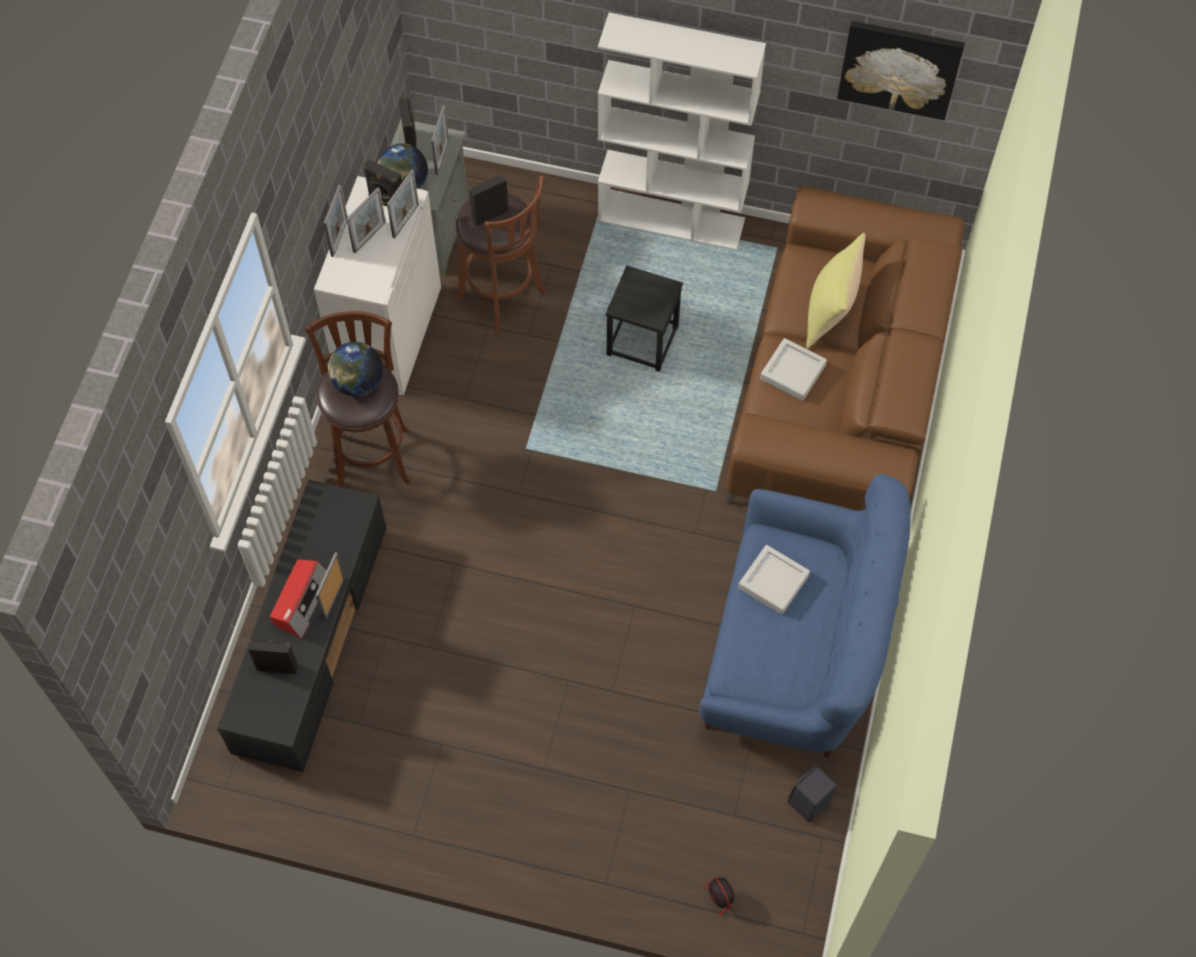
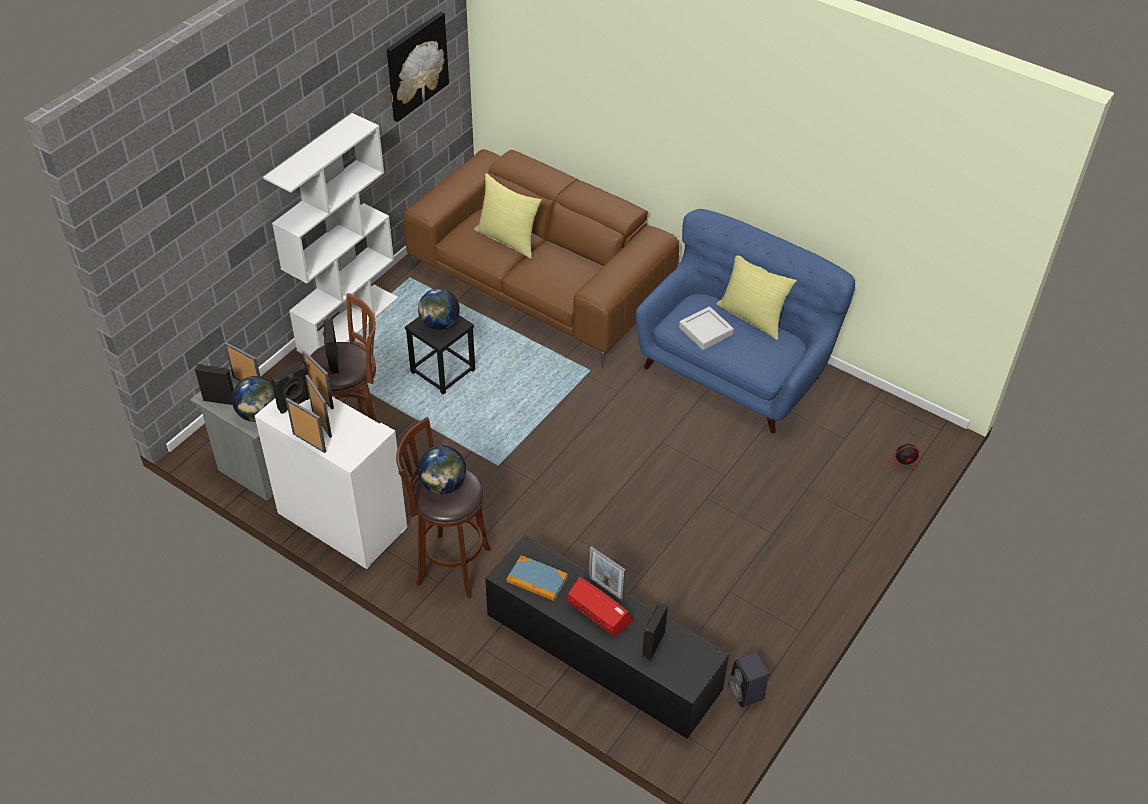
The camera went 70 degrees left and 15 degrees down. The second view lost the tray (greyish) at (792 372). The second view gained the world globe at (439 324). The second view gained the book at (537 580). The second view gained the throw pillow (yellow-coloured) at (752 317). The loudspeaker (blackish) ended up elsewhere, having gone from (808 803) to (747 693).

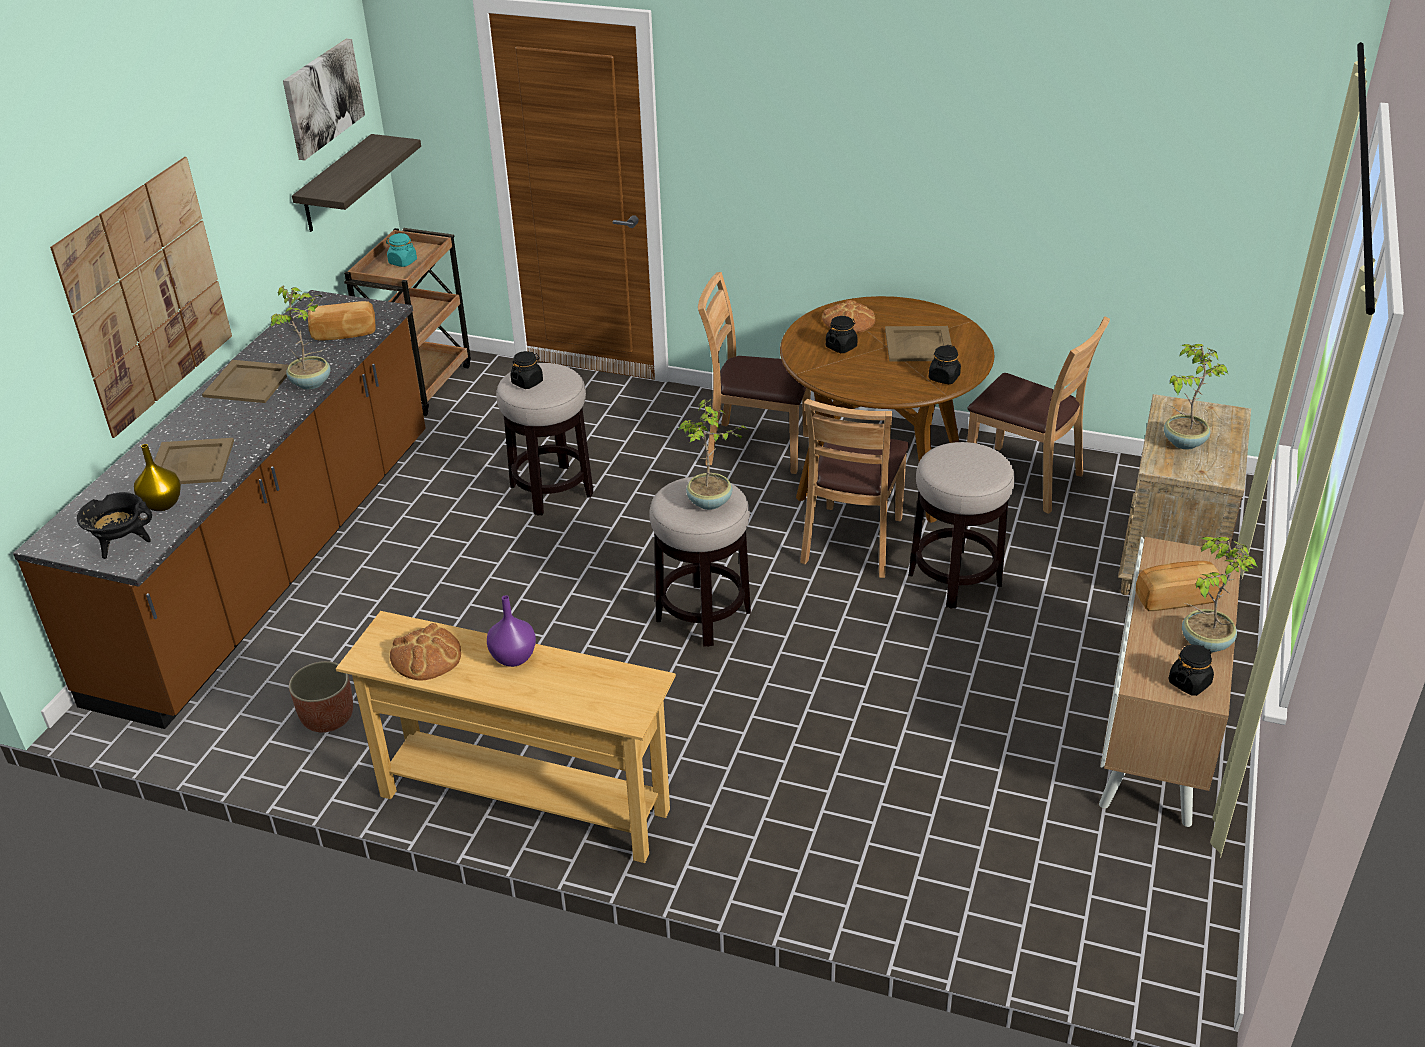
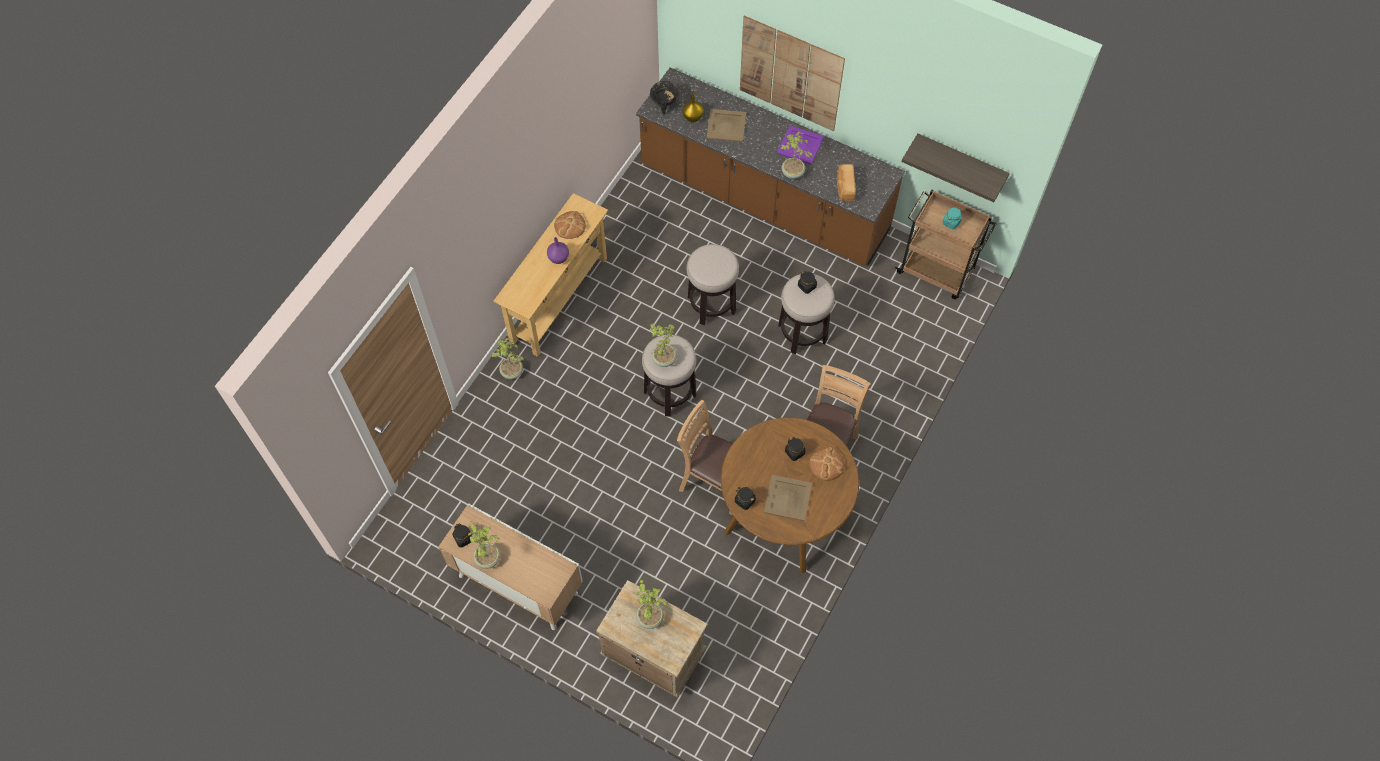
The camera went 100 degrees right and 25 degrees up. The second view lost the wall picture at (322 98). The second view lost the flower pot at (328 718). The second view lost the chair (brown) at (1024 479). The second view lost the bread at (1175 597). The second view gained the plant in a pot at (511 372). The stool seat ended up elsewhere, having gone from (955 578) to (711 304). What was the tray (sand-coloured) at (248 382) turned into the tray (purple-coloured) at (800 145).

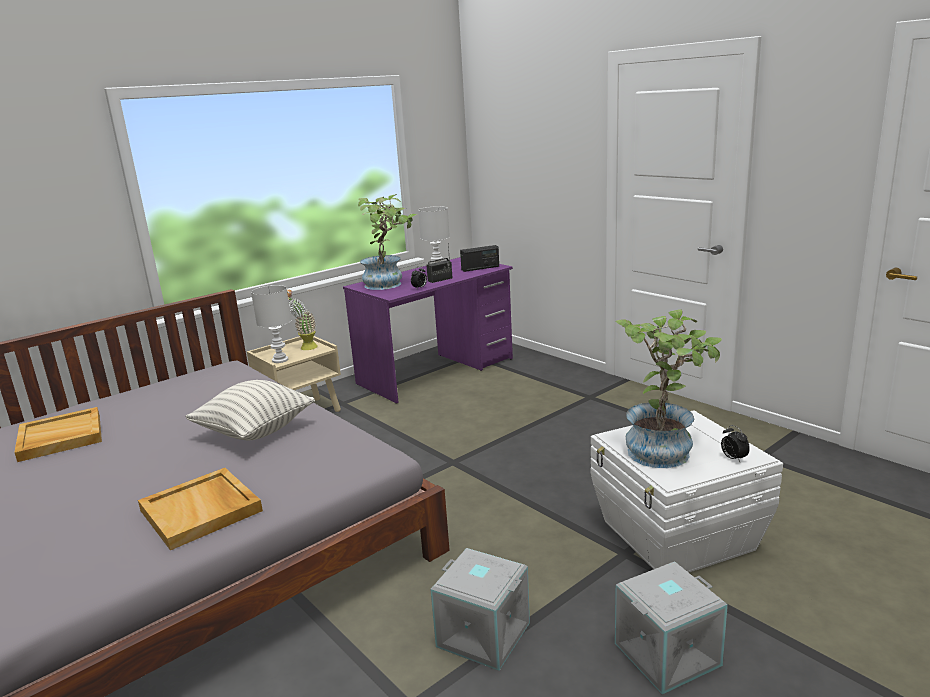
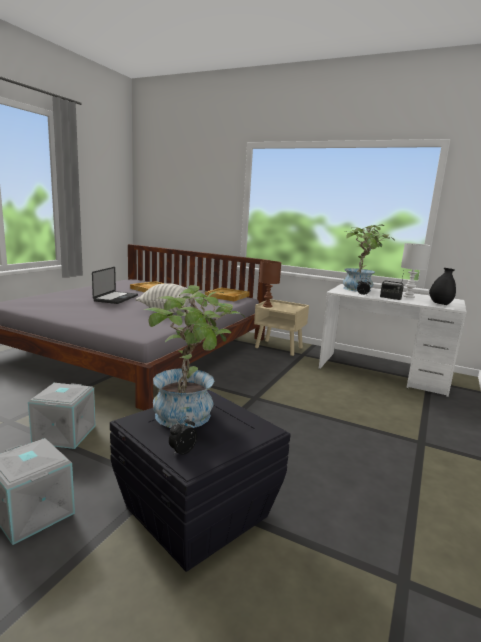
The camera went 65 degrees right and 5 degrees down. The second view lost the plant in a pot at (304 348). The second view gained the portable computer at (116 298). The tray (sand-coloured) ended up elsewhere, having gone from (202 511) to (227 296). Where the radio stood at (480 268), the decorative vase (blackish) came to stand at (440 304). What was the lamp for a table (white) at (280 360) turned into the lamp for a table (brown) at (267 306). What was the desk table (purple-coloured) at (436 371) turned into the desk table (white) at (383 373). What was the storage container (white) at (677 536) turned into the storage container (blackish) at (195 512).

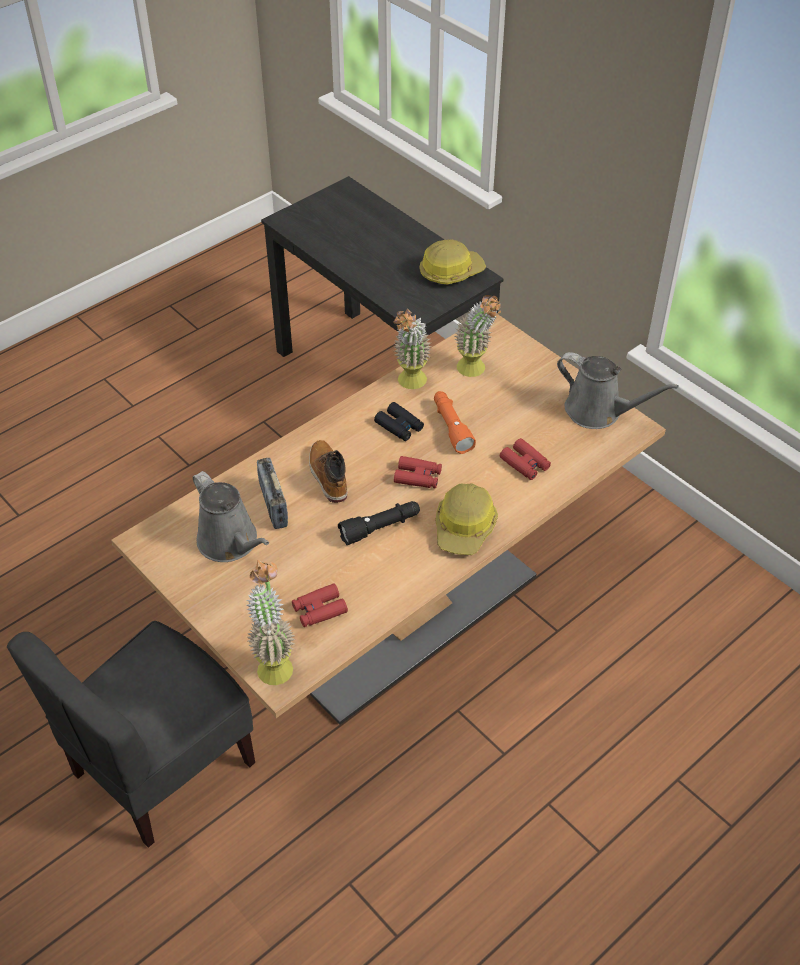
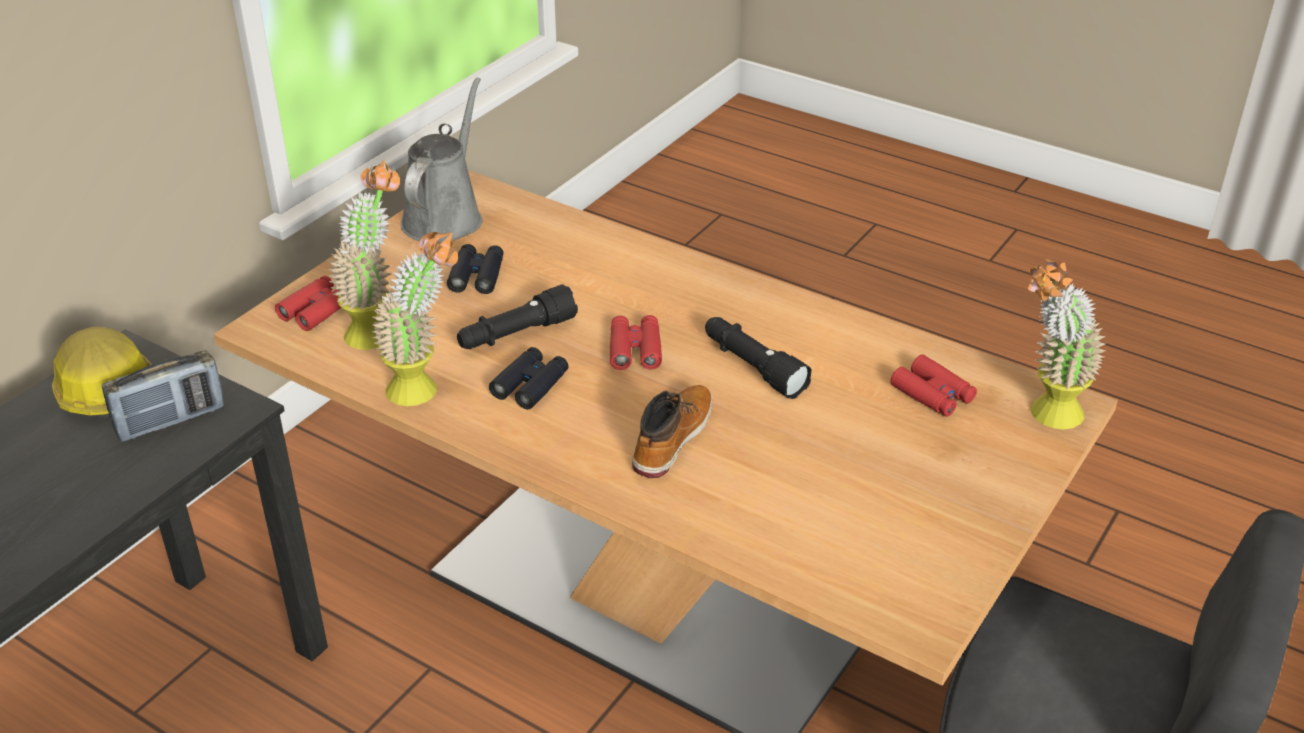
The camera went 105 degrees left and 10 degrees down. The second view lost the watering can (greyish) at (231 543). The second view lost the safety helmet at (465 527). The second view gained the pair of binoculars (blackish) at (477 276). The radio ended up elsewhere, having gone from (273 506) to (171 420). The pair of binoculars (reddish) ended up elsewhere, having gone from (525 464) to (317 310). What was the torch (orange) at (451 427) turned into the torch (blackish) at (516 334). The boot at (328 476) ended up facing another way, 150 degrees clockwise from before.

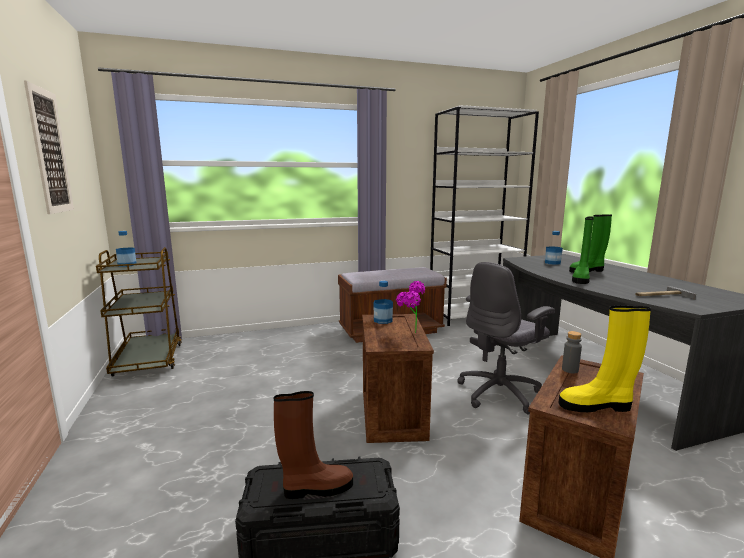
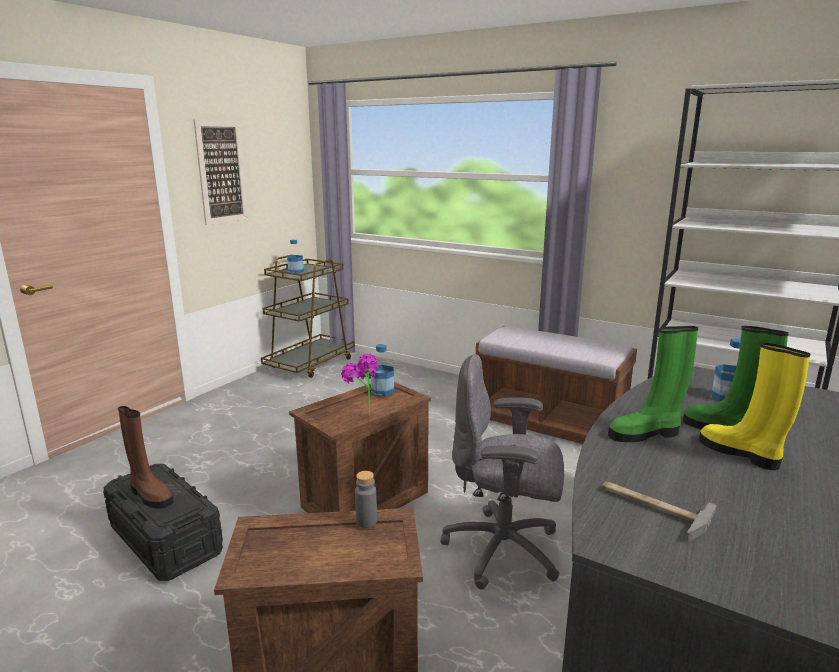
The camera went 50 degrees right and 5 degrees up. The boot (yellow-coloured) ended up elsewhere, having gone from (597 406) to (741 454).

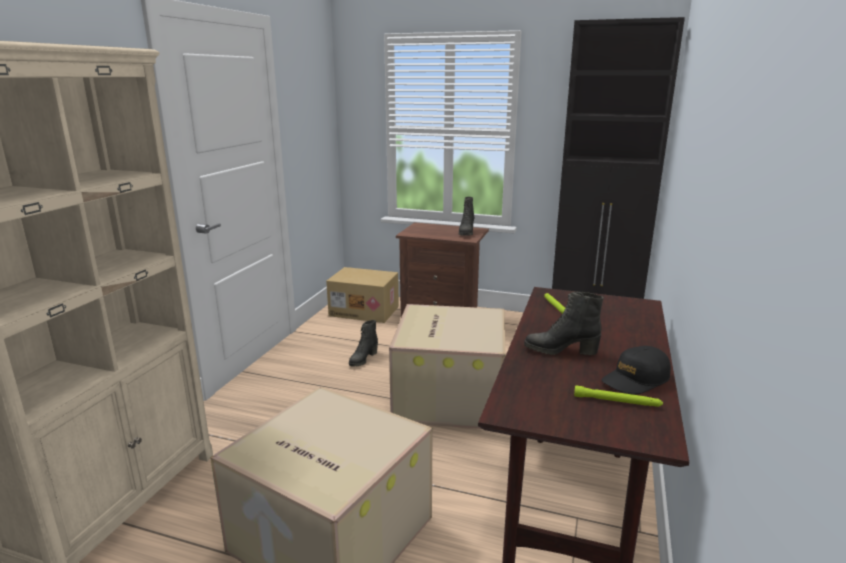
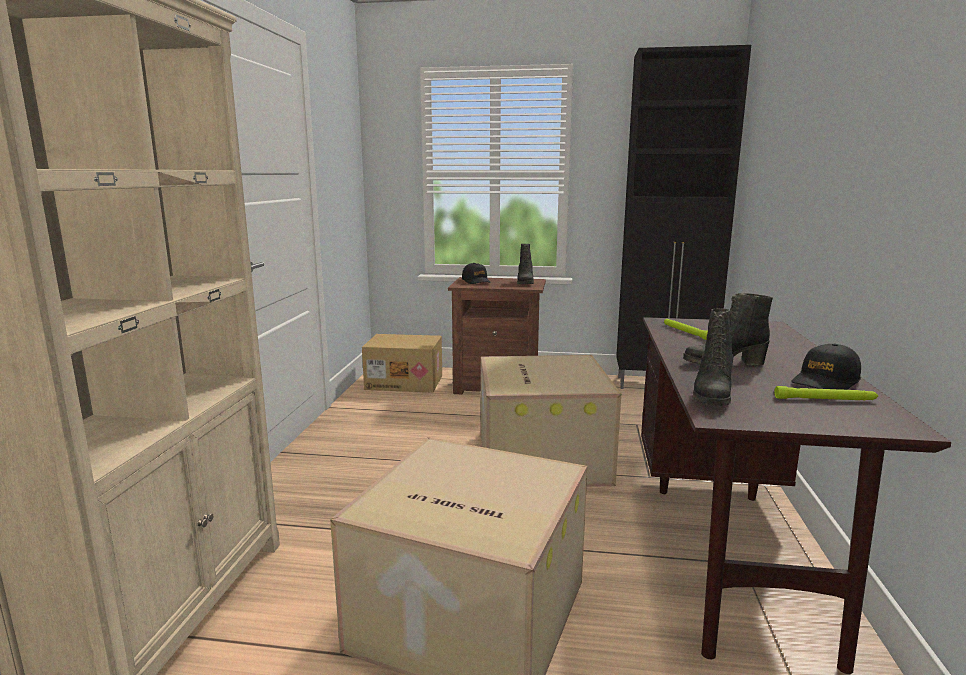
The camera went 10 degrees left and 5 degrees down. The second view gained the peaked cap (blackish) at (476 281). The boot (blackish) ended up elsewhere, having gone from (363 359) to (711 395).

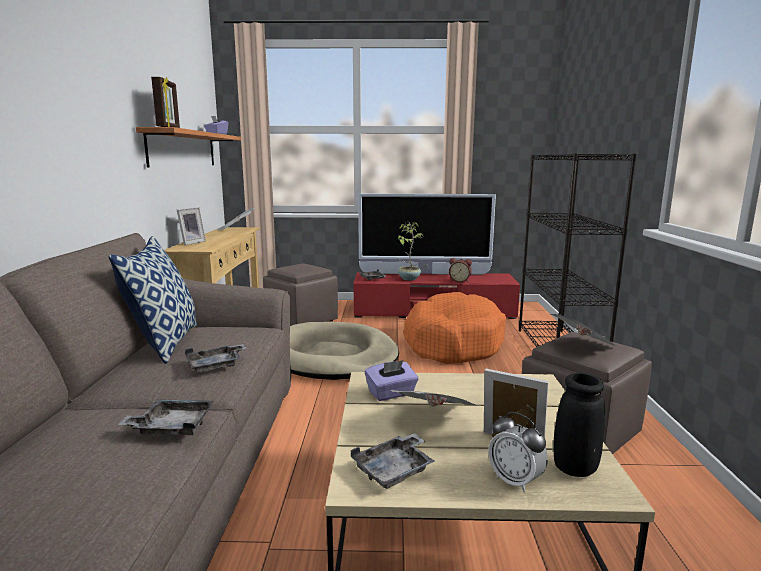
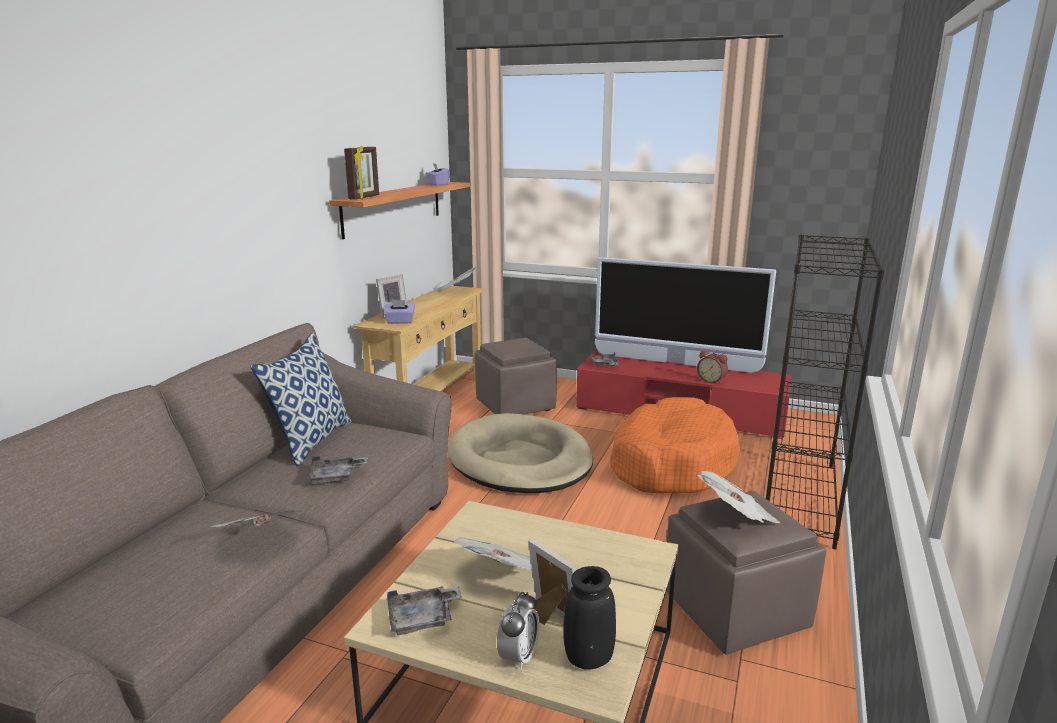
The camera went 20 degrees right and 5 degrees up. The second view lost the plant in a pot at (408 279). The box of tissues (purple-coloured) ended up elsewhere, having gone from (391 394) to (400 322). Where the tray (greyish) stood at (172 427), the daily paper came to stand at (261 538). The alarm clock at (515 481) ended up facing another way, 135 degrees counterclockwise from before.

